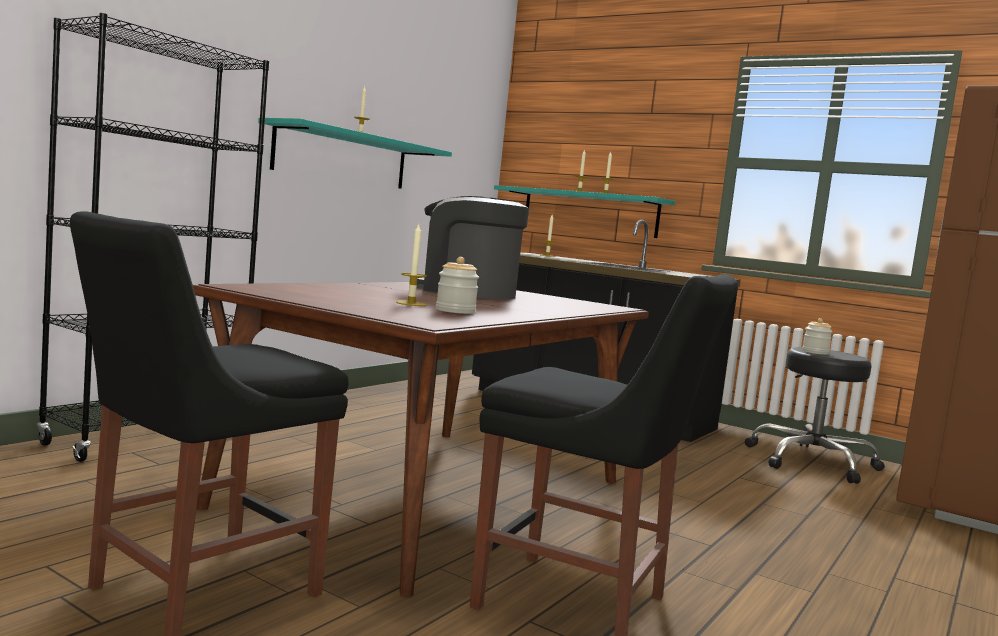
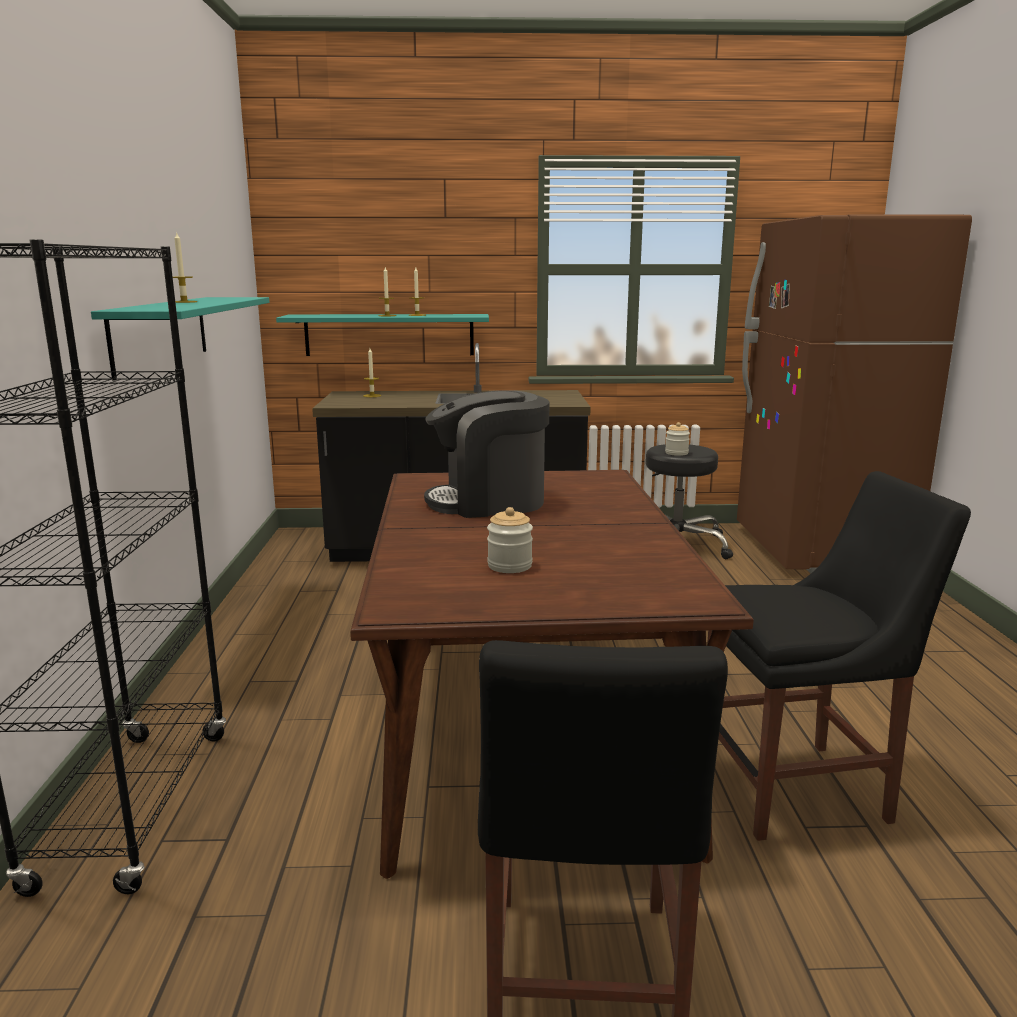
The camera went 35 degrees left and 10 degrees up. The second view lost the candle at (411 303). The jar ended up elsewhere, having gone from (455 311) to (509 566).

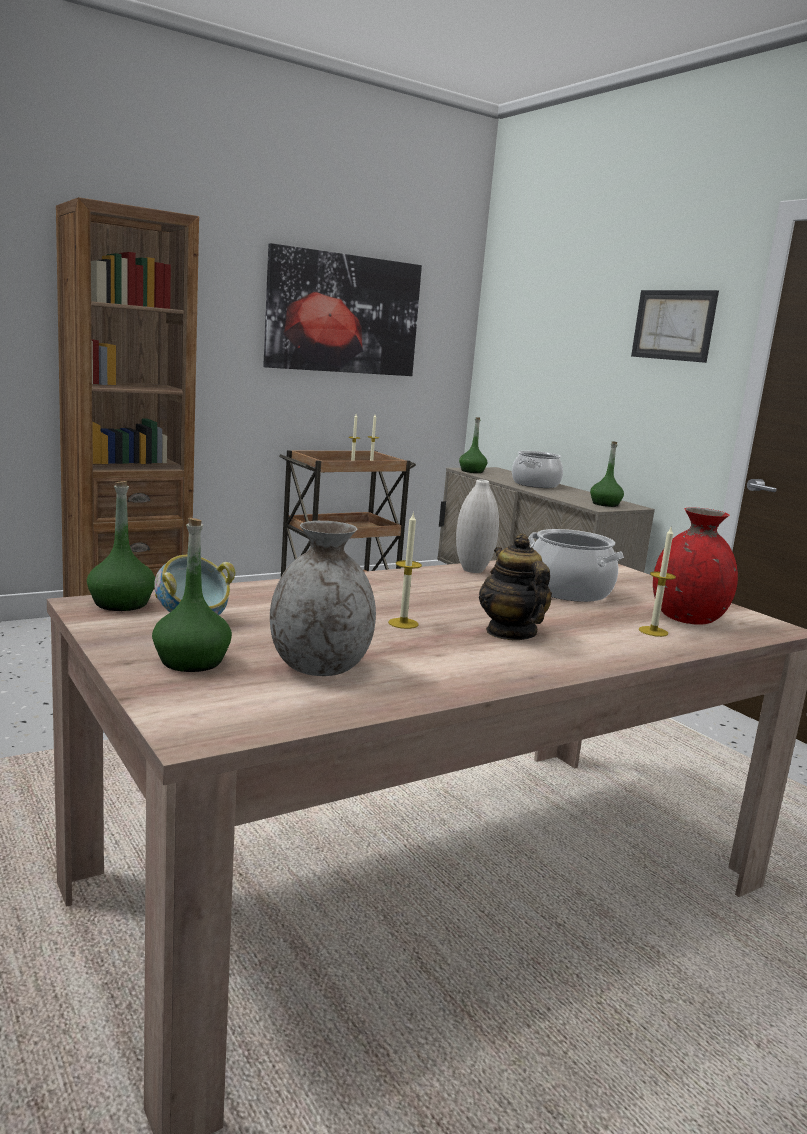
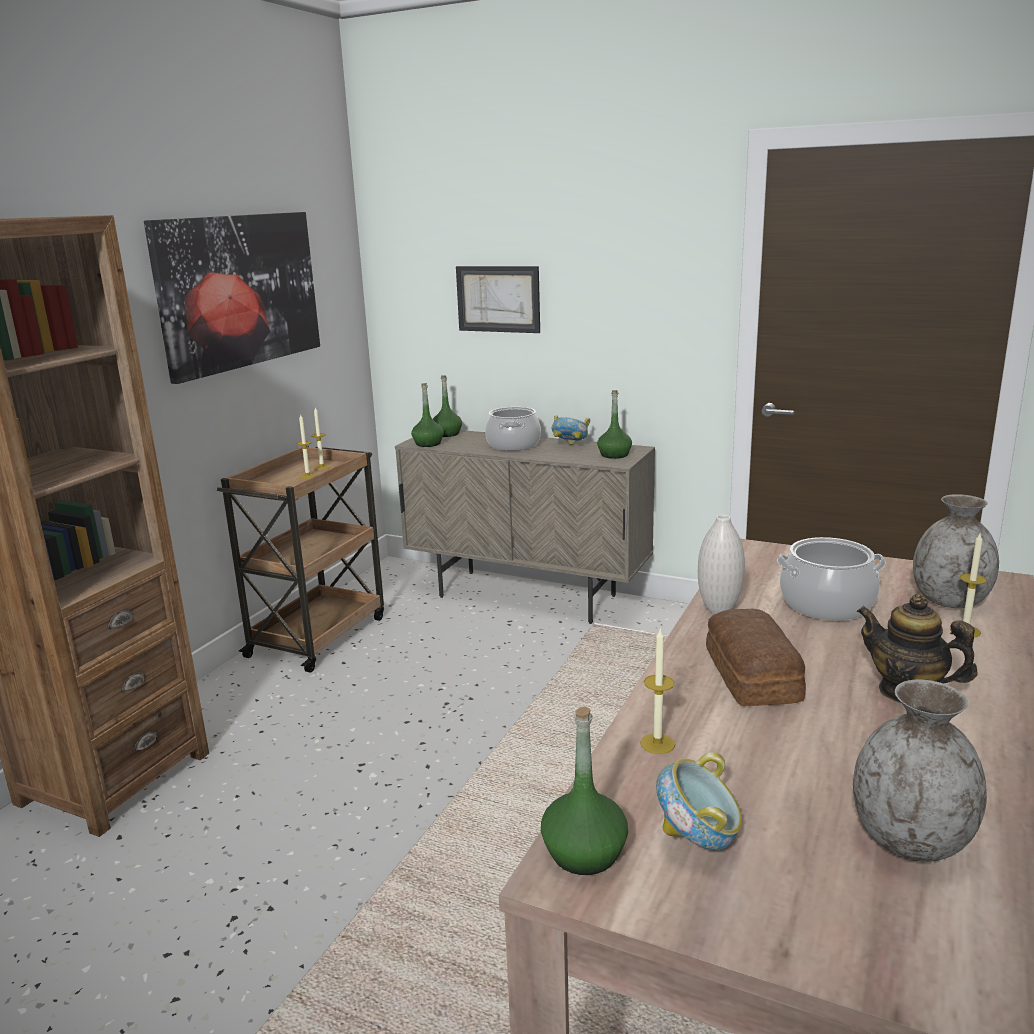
The camera went 30 degrees left and 5 degrees up. The second view gained the deep dish at (570 446). The second view gained the bread at (750 676). The drink bottle (greenish) ended up elsewhere, having gone from (192 661) to (447 434). The candle ended up elsewhere, having gone from (403 623) to (657 743). The wall picture ended up elsewhere, having gone from (673 325) to (498 299). What was the decorative vase (reddish) at (686 619) turned into the decorative vase (greyish) at (949 601).

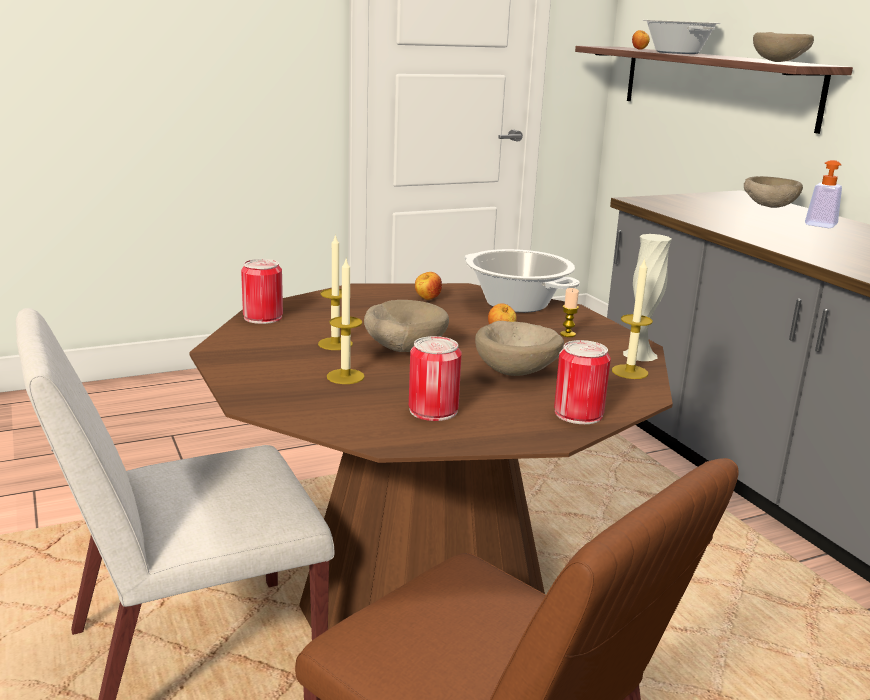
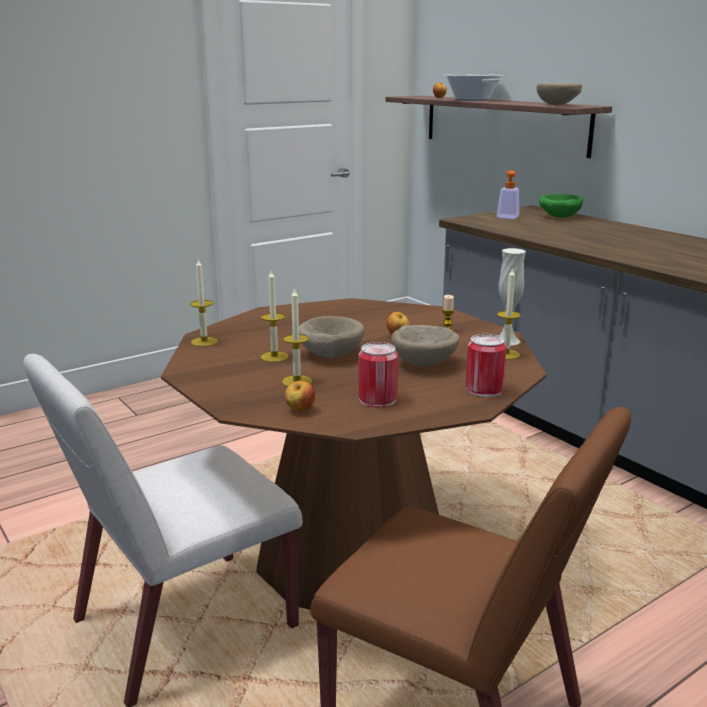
The camera went 10 degrees left and 0 degrees up. The second view lost the cooking pot at (516 304). The whole apple ended up elsewhere, having gone from (427 299) to (299 410). The soap bottle ended up elsewhere, having gone from (822 224) to (508 216). Where the sealed can stood at (263 317), the candle came to stand at (204 342). What was the deep dish (sand-coloured) at (768 207) turned into the deep dish (greenish) at (558 217).

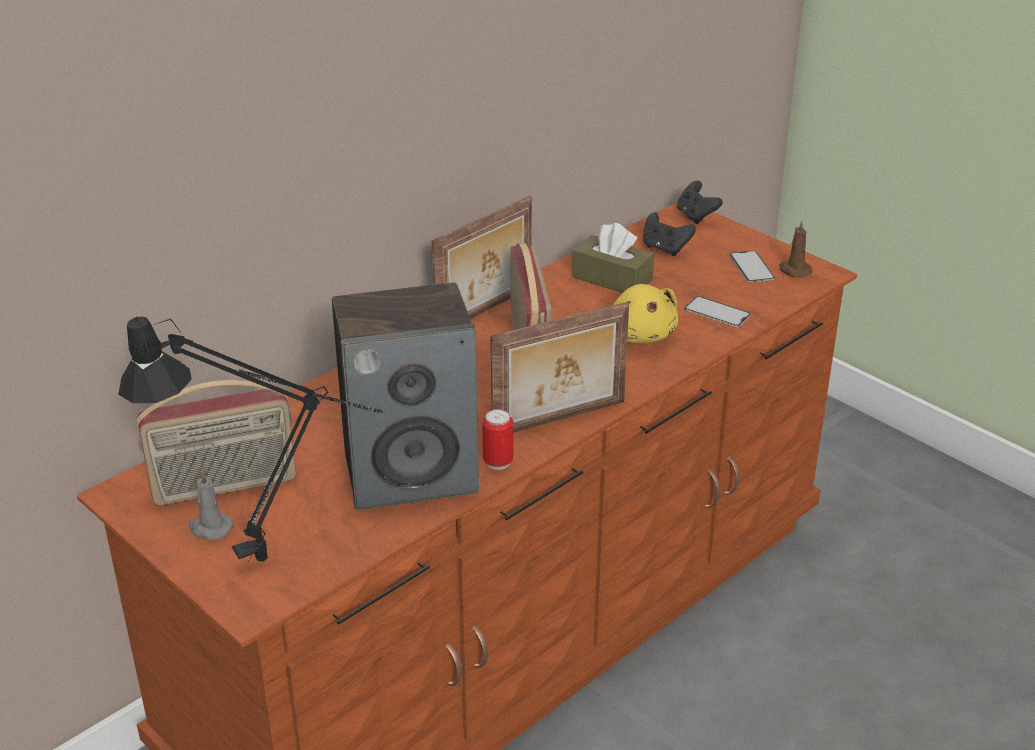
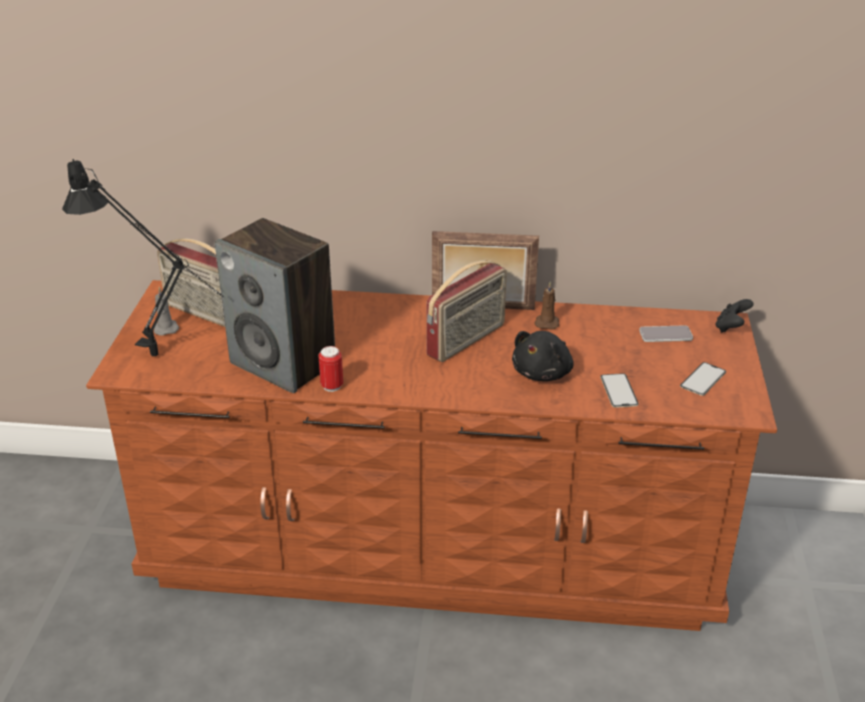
The camera went 50 degrees right and 0 degrees up. The second view lost the photo frame at (560 420). The second view lost the box of tissues (brown) at (612 279). The candle (brown) ended up elsewhere, having gone from (794 270) to (547 322). Where the game controller (blackish) stood at (665 248), the handset came to stand at (665 335). What was the cuddly toy (yellow-coloured) at (640 334) turned into the cuddly toy (blackish) at (543 373).

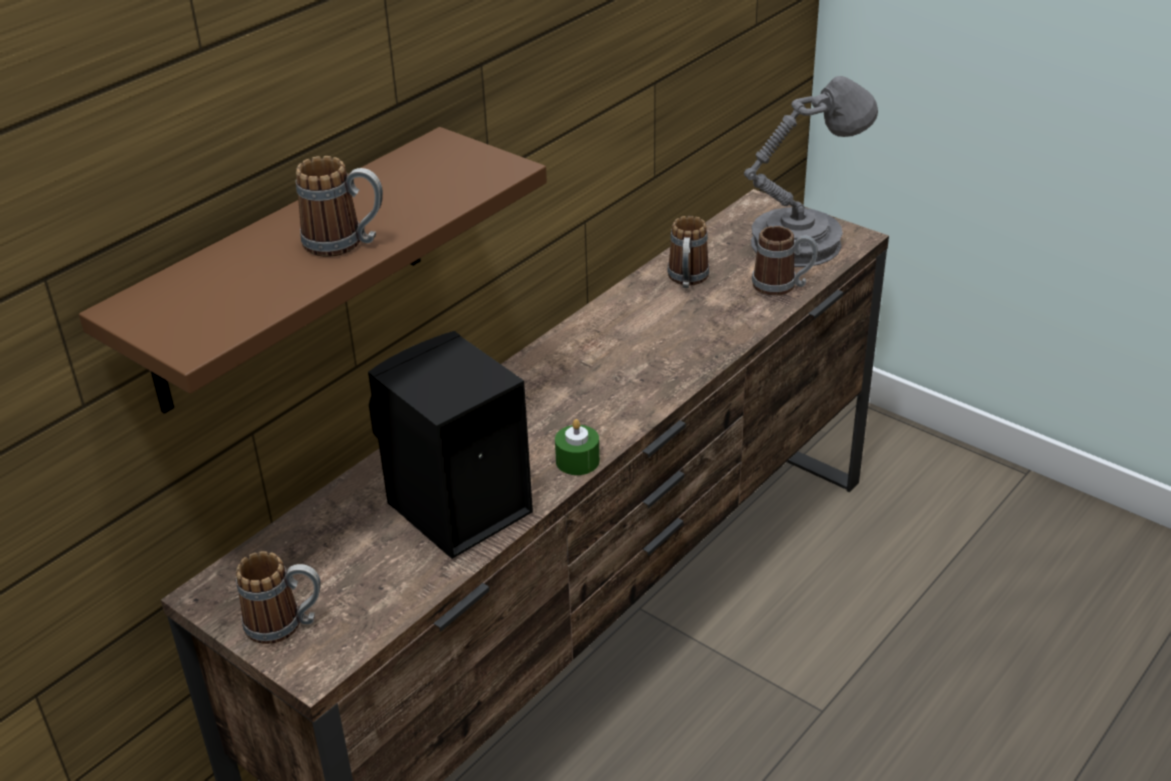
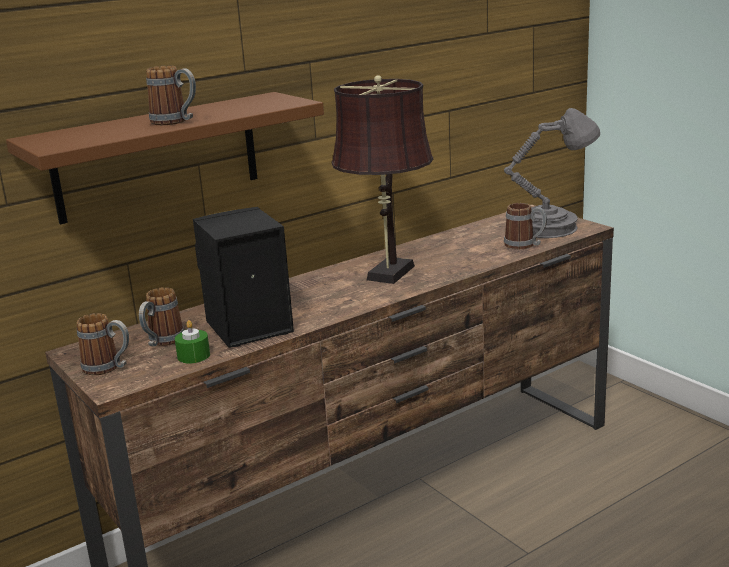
The camera went 15 degrees right and 15 degrees down. The second view gained the lamp for a table (brown) at (388 275). The candle (greenish) ended up elsewhere, having gone from (577 461) to (193 356). The tea mug ended up elsewhere, having gone from (687 280) to (162 342).

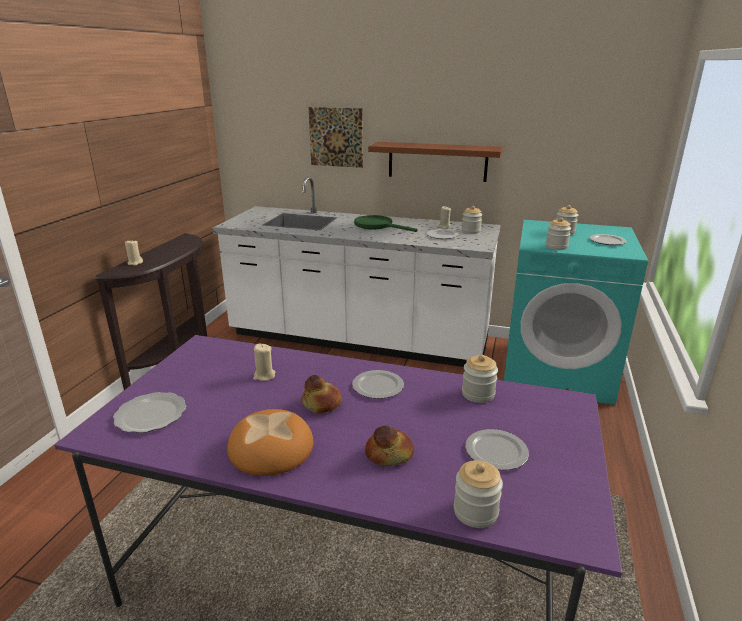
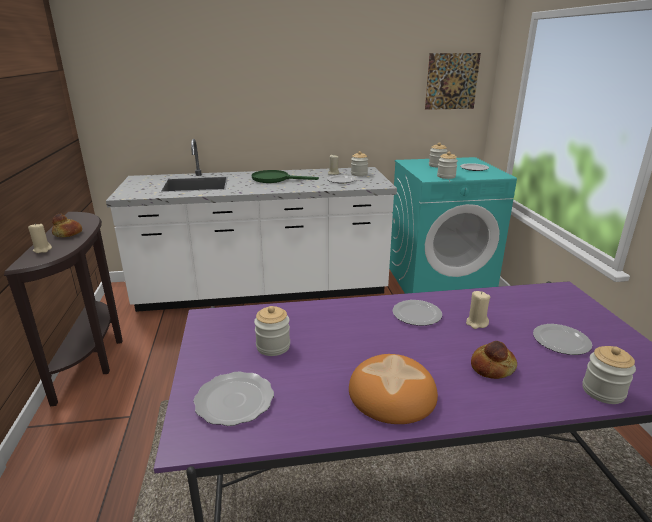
The camera went 25 degrees left and 0 degrees up. The second view lost the shelf (brown) at (437 161). The candle (sand-coloured) ended up elsewhere, having gone from (264 376) to (476 323). The bread ended up elsewhere, having gone from (321 404) to (67 234). The wall picture ended up elsewhere, having gone from (336 137) to (452 81). The jar ended up elsewhere, having gone from (478 394) to (273 346).

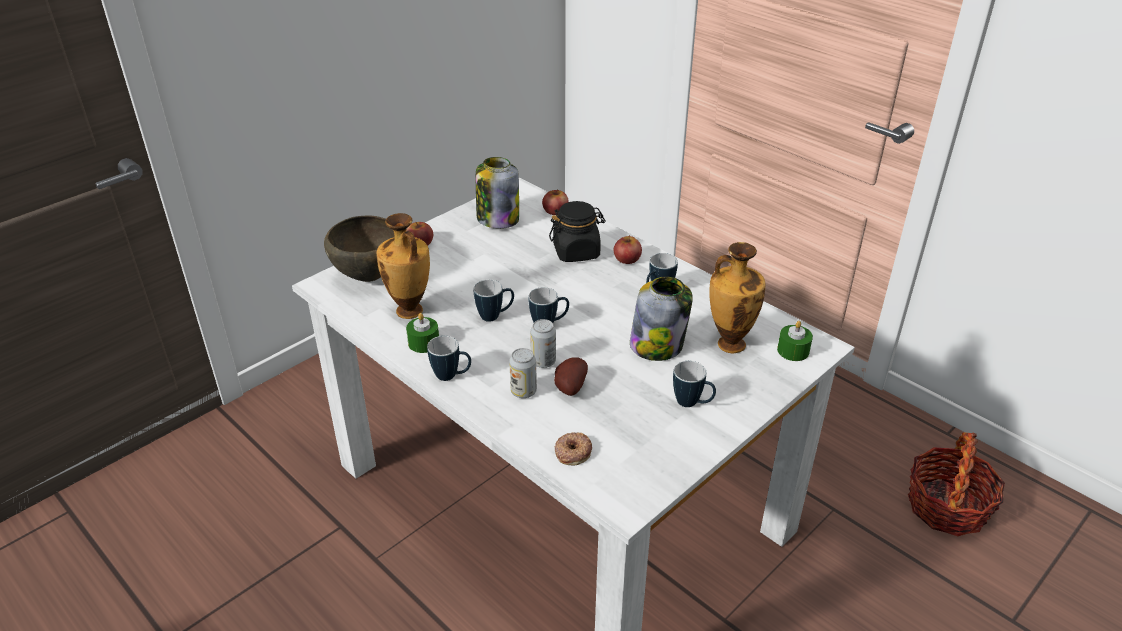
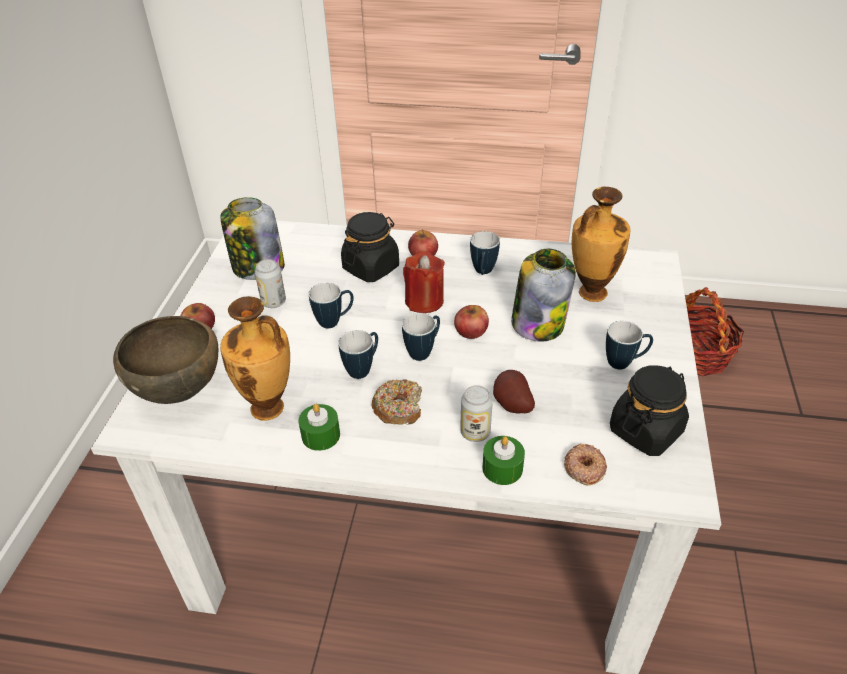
The camera went 35 degrees left and 5 degrees up. The second view gained the donut at (398 408). The second view gained the candle (reddish) at (424 301). The second view gained the jar (blackish) at (645 430). The tea mug ended up elsewhere, having gone from (451 376) to (334 321). The sealed can ended up elsewhere, having gone from (543 361) to (273 302). The whole apple ended up elsewhere, having gone from (555 210) to (471 331). The candle (greenish) ended up elsewhere, having gone from (793 351) to (502 468).

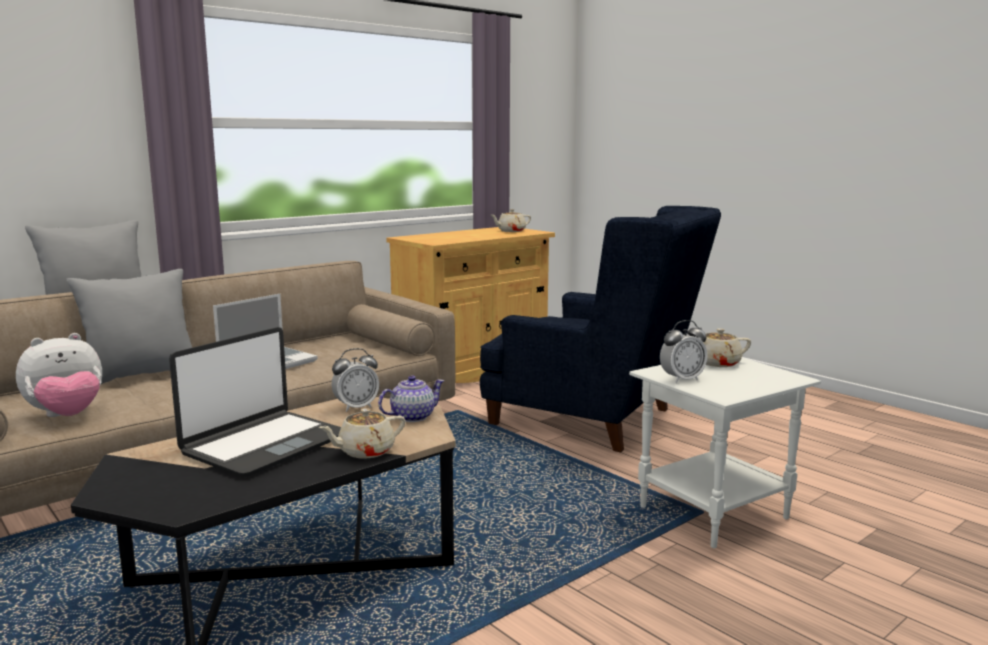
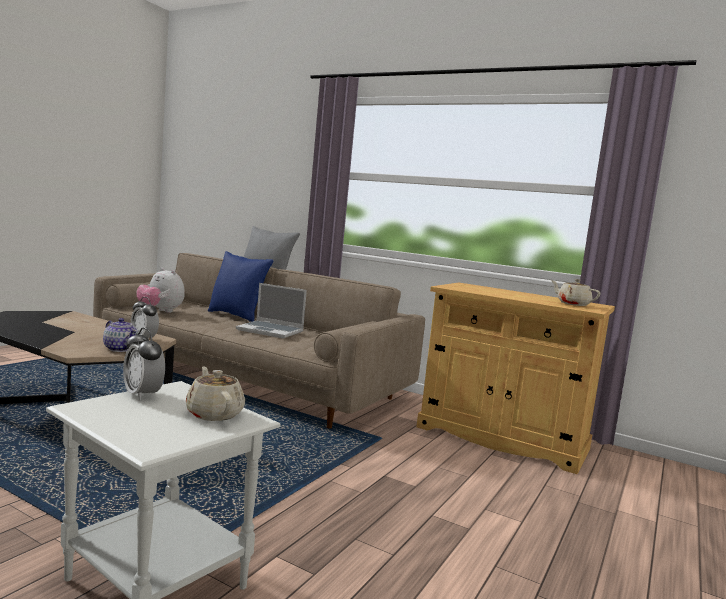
The camera went 70 degrees right and 5 degrees down. The second view lost the portable computer at (264 445). The second view lost the tea pot (sand-coloured) at (365 451). The second view lost the lounge chair (blue) at (596 420). What was the throw pillow (greyish) at (142 375) turned into the throw pillow (blue) at (236 316).

